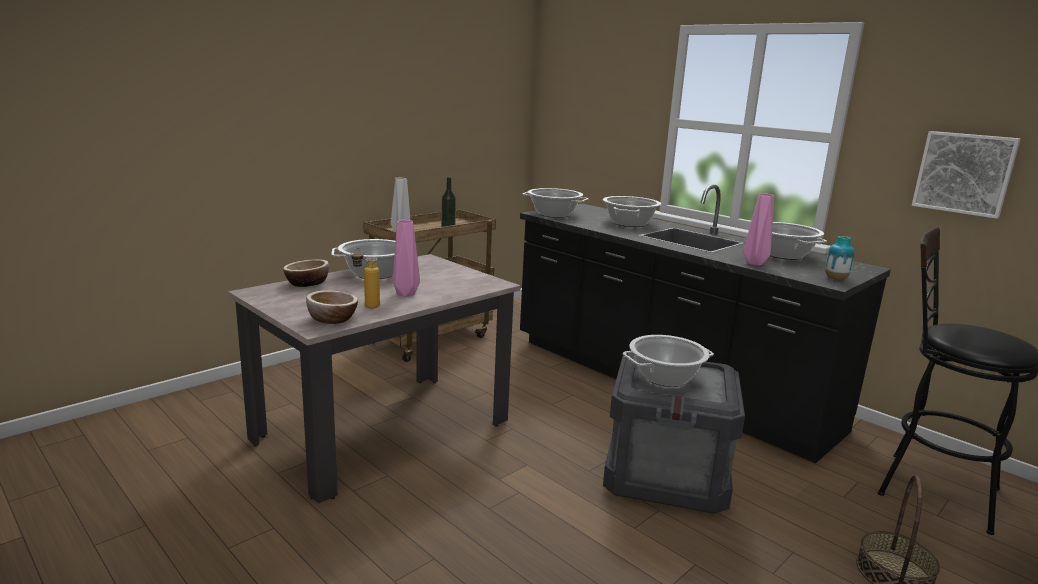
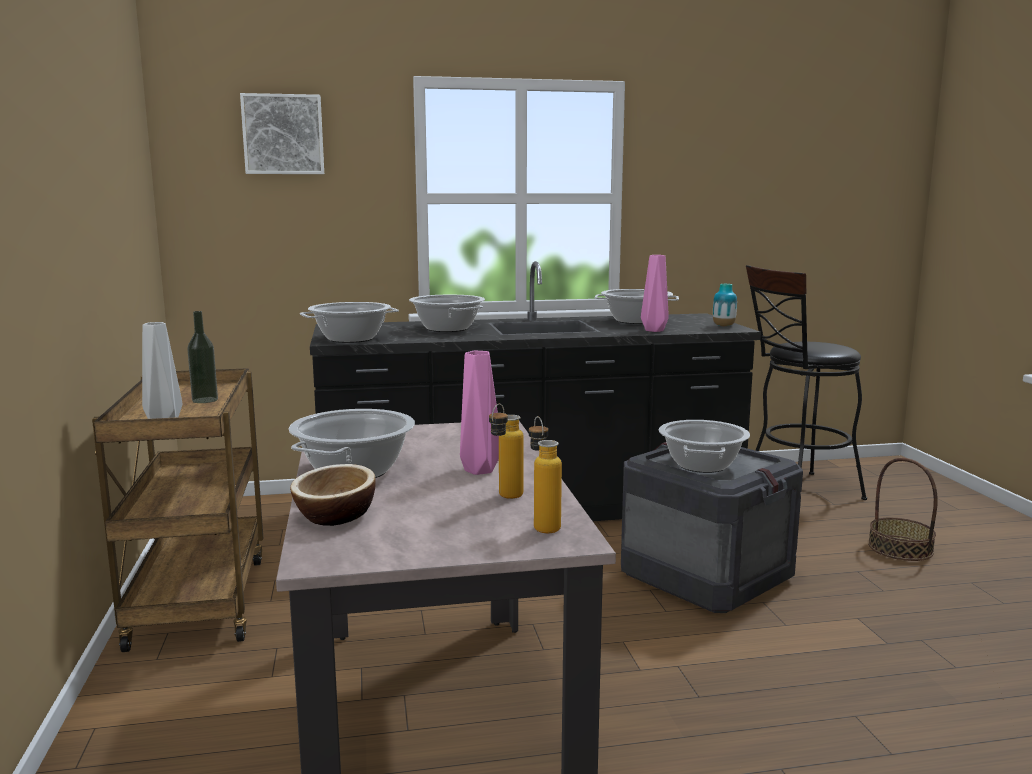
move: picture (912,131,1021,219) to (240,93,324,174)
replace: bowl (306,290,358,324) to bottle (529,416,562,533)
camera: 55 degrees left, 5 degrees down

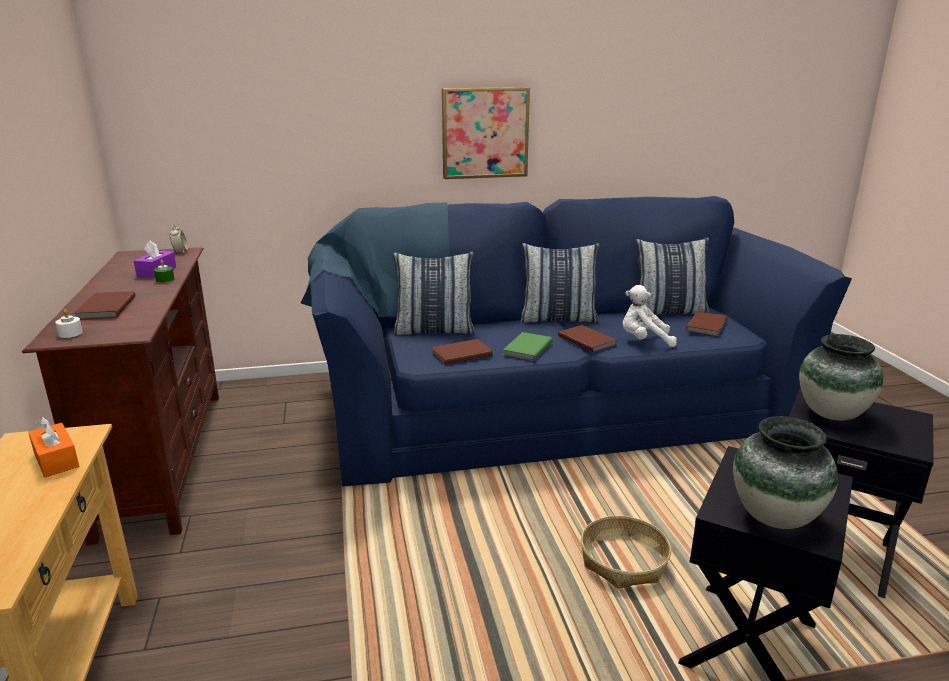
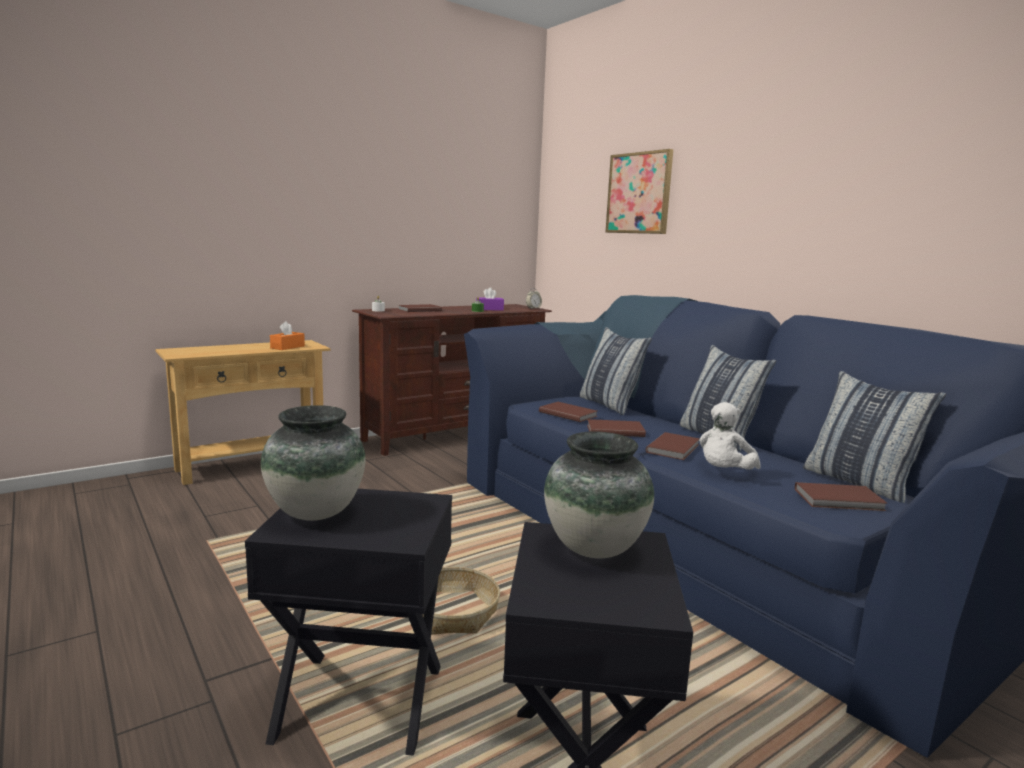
move: picture (442,87,530,179) to (605,149,673,234)
recolor: green book (503,332,553,361) to brown book (587,419,646,437)
rotate: white plush toy (623,285,677,347) = (699,402,761,470) 120 degrees counterclockwise
camera: 65 degrees right, 10 degrees down

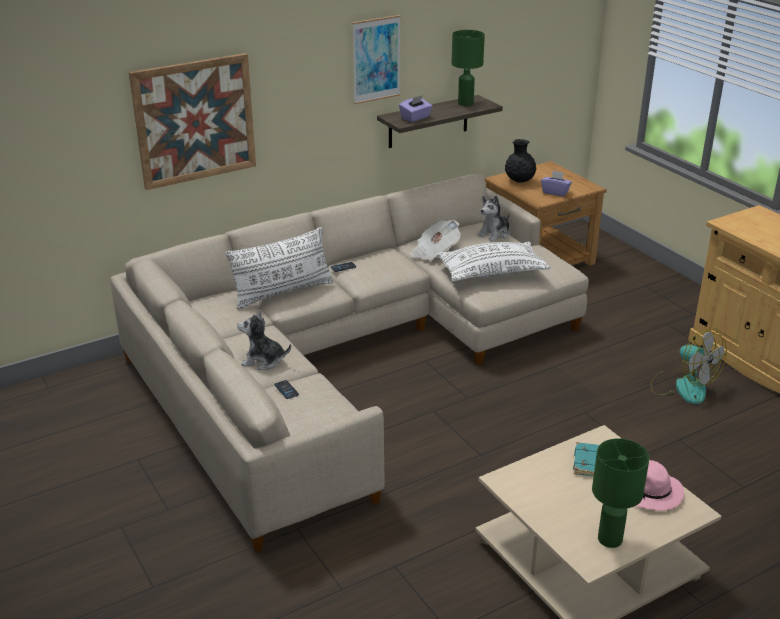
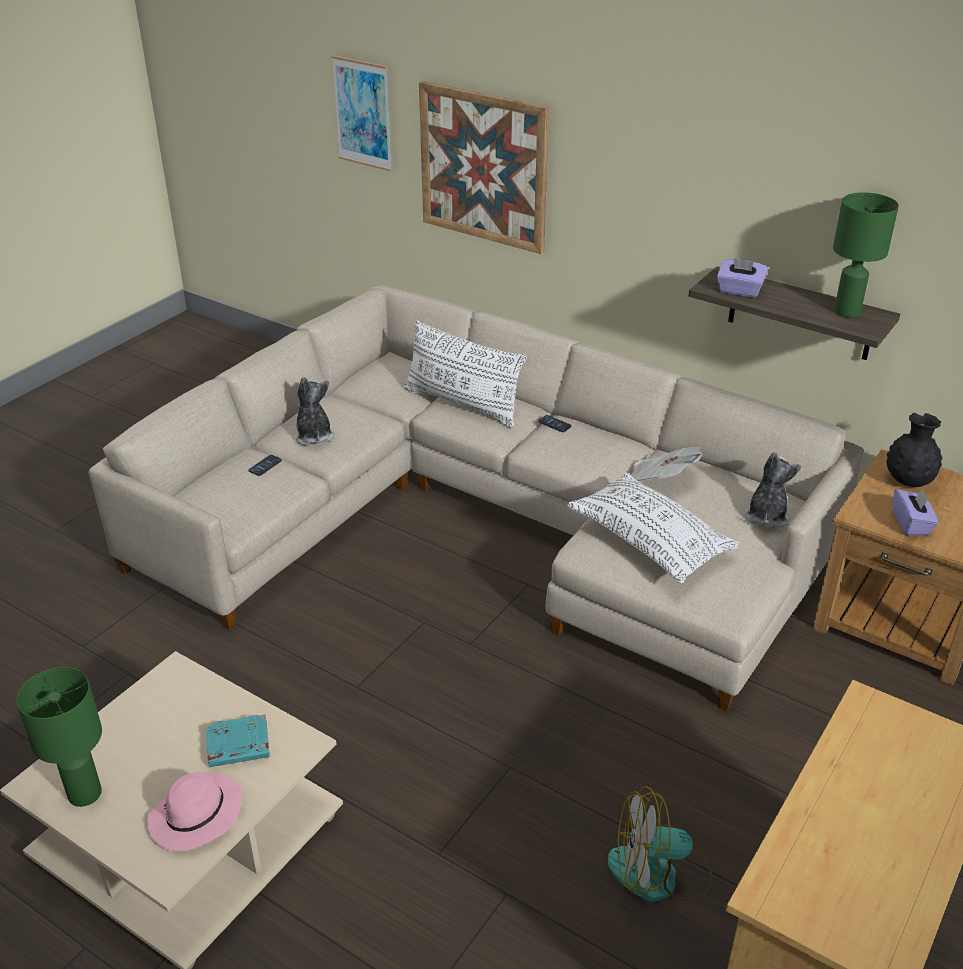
move: picture (352,15,401,104) to (331,55,392,171)
rotate: plush toy (477,195,510,241) = (744,452,801,528) 90 degrees clockwise; fan (650,329,727,404) = (608,786,713,902) 60 degrees clockwise
camera: 65 degrees right, 5 degrees up

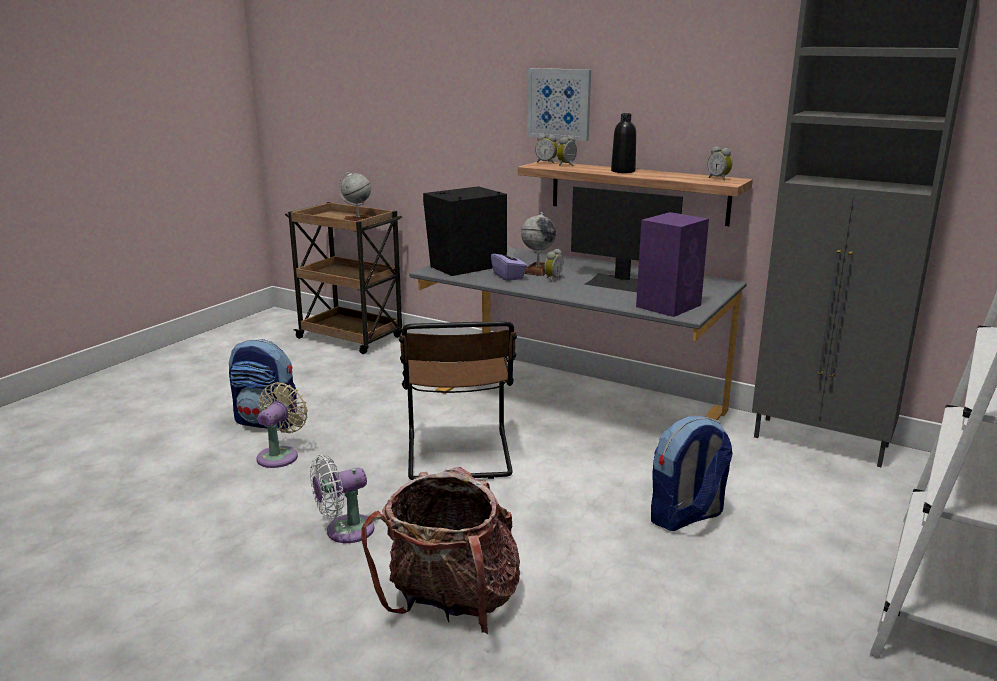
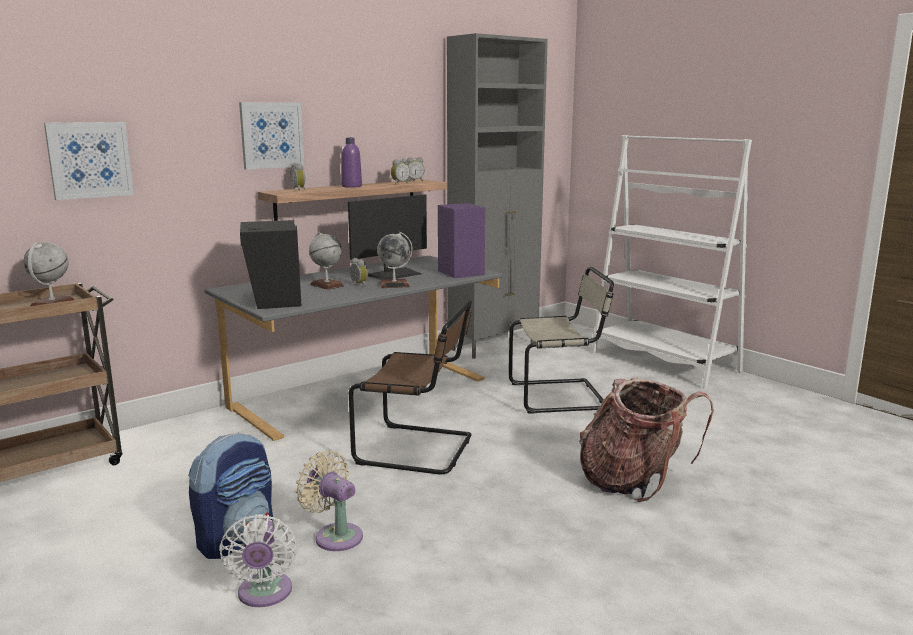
delete: purple tissue box (491,246,527,281)
insert: picture (44,122,134,200); globe (377,232,413,288)
move: white fan (310,455,374,543) to (219,514,297,607); alarm clock (535,134,558,164) to (391,159,410,184)
replace: backpack (651,416,733,531) to beige chair (509,267,614,413)
recolor: black bottle (611,113,636,173) to purple bottle (341,138,362,188)
camera: 70 degrees left, 5 degrees down

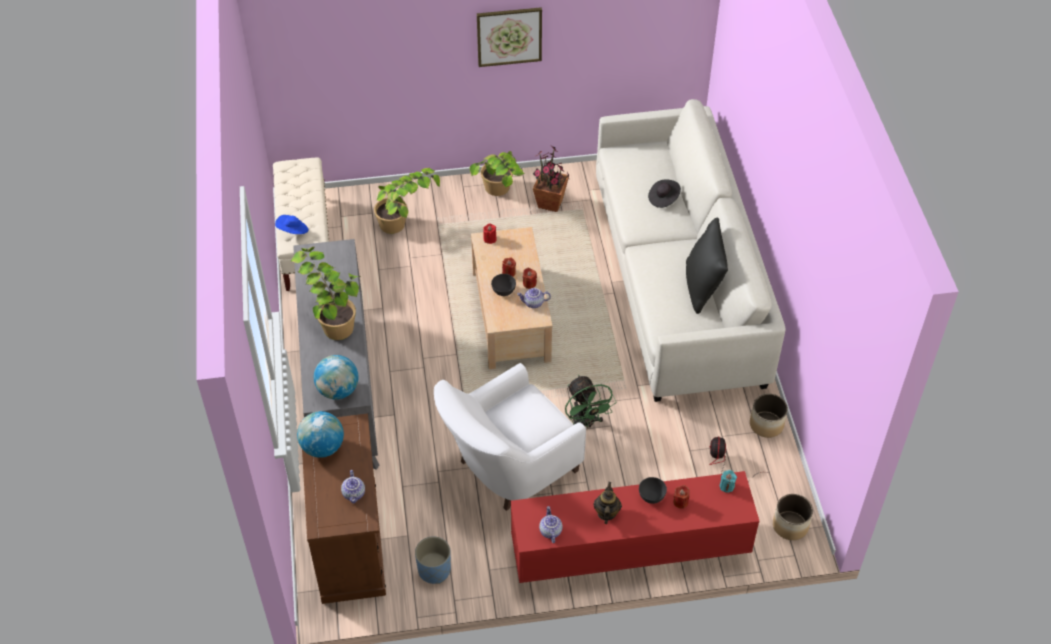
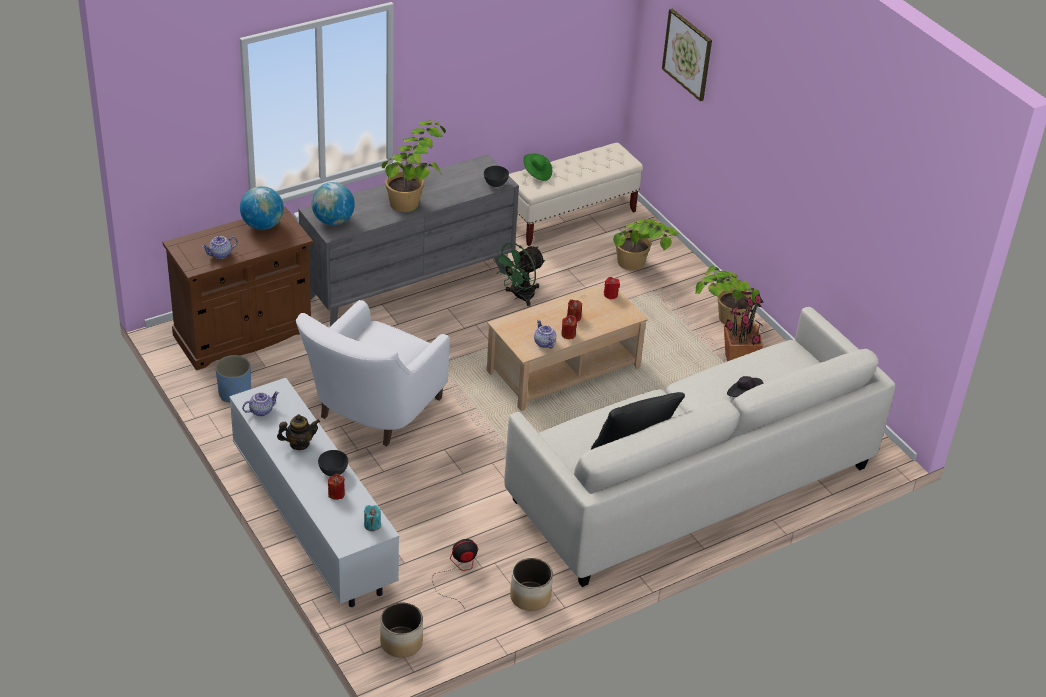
move: picture (477,7,542,67) to (662,9,712,101); grey bowl (491,274,516,296) to (484,166,509,187); green fan (565,375,616,428) to (493,242,545,307)
recolor: blue hat (275,215,309,234) to green hat (523,154,552,181); red tv stand (511,471,760,583) to white tv stand (229,378,399,607)
rotate: white armchair (434,363,586,511) = (296,300,450,446) 90 degrees counterclockwise
camera: 65 degrees right, 10 degrees down

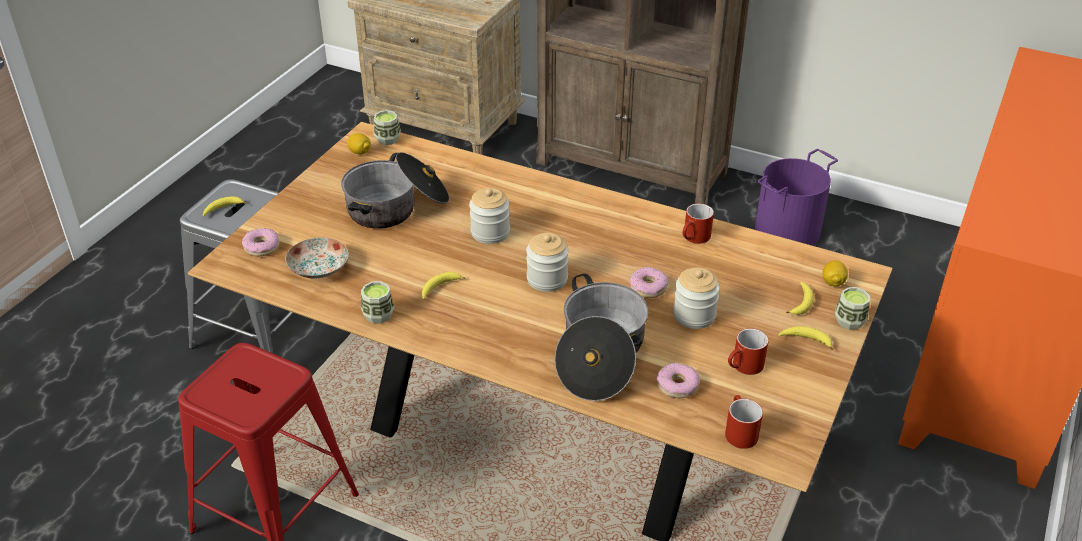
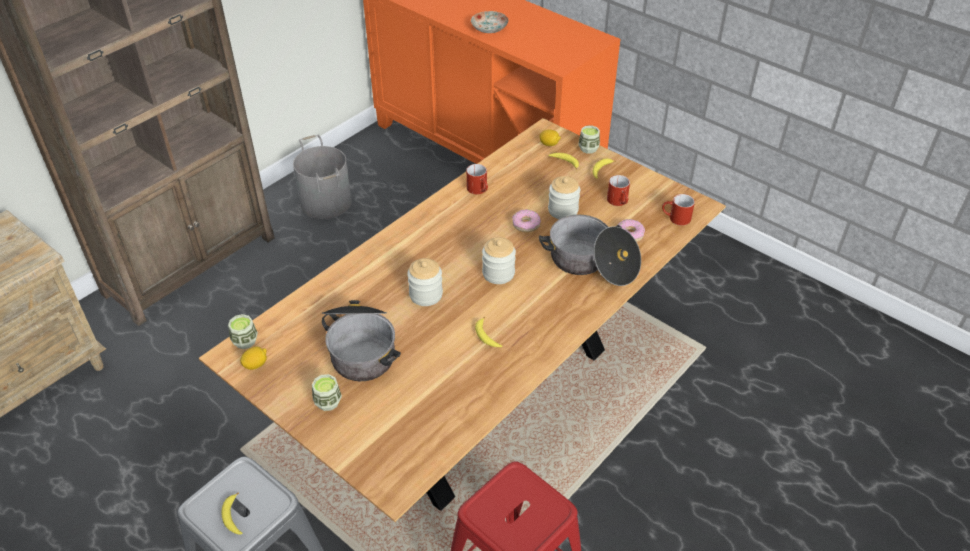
delete: donut (242,228,280,256)
move: plate (286,238,349,279) to (471,11,509,33); cup (361,281,394,324) to (312,374,342,411)
recolor: purple bucket (755,149,838,246) to grey bucket (293,135,352,219)
camera: 75 degrees left, 5 degrees up

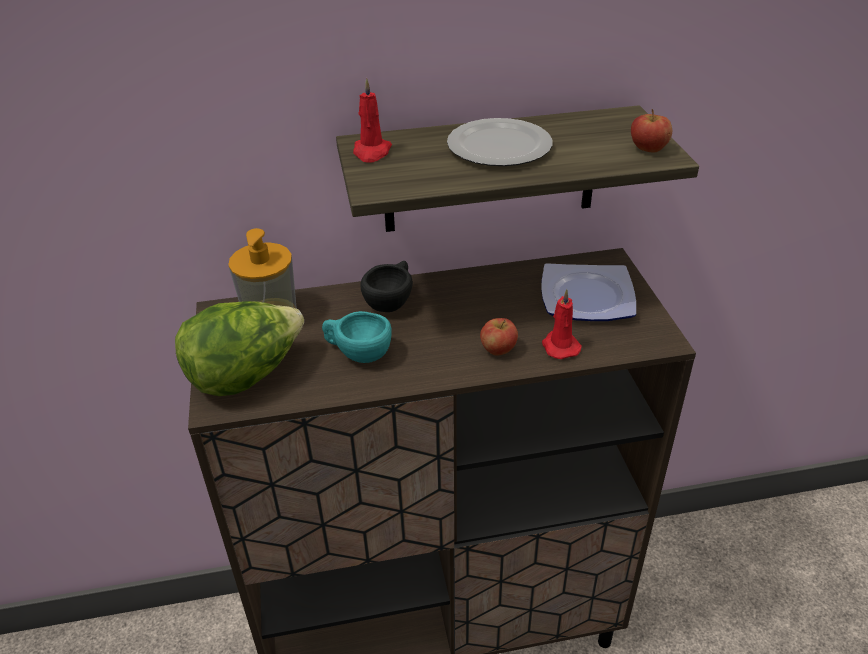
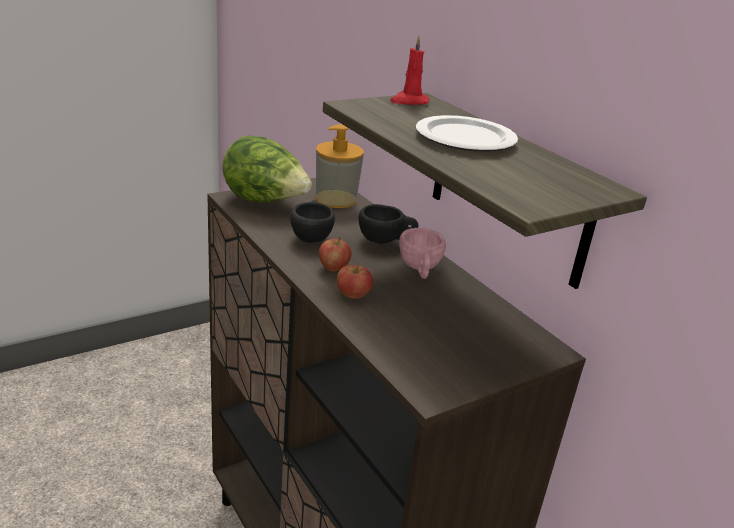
delete: plate (541,263,636,321); red candle (542,289,582,359)
insert: pink cup (399,228,446,279)
move: apple (631,109,672,152) to (319,236,352,272)
recolor: turquoise cup (322,311,392,363) to black cup (290,200,335,243)
camera: 65 degrees right, 10 degrees down

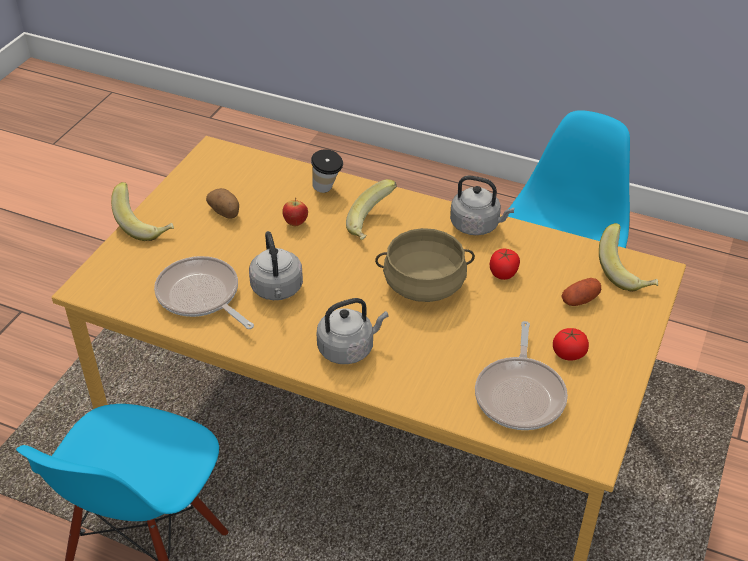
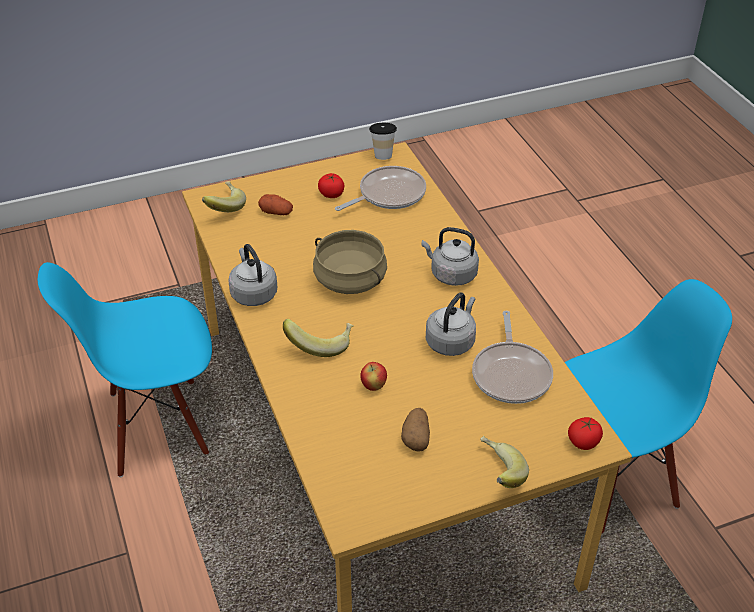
move: cup (311,149,343,193) to (369,123,397,160); tomato (490,248,520,280) to (568,417,603,450)
camera: 135 degrees left, 0 degrees up

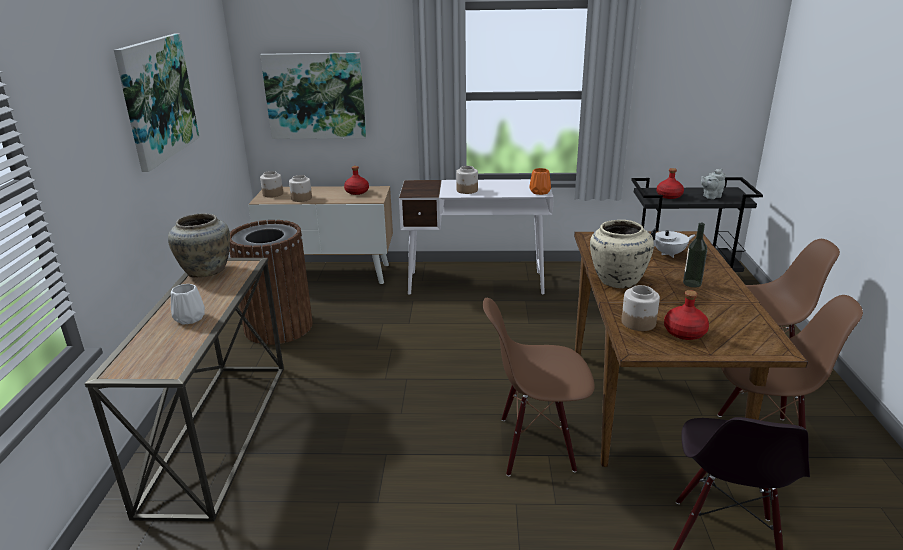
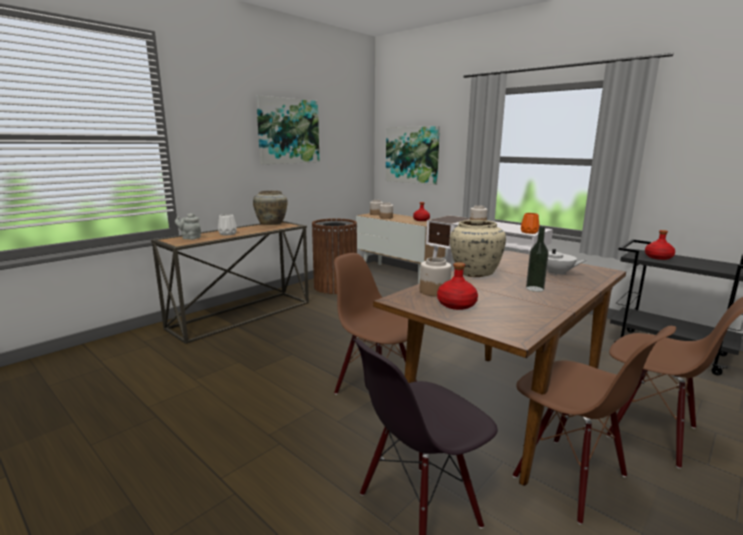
move: grey teapot (701,169,726,199) to (175,213,201,240)
camera: 40 degrees right, 10 degrees down

